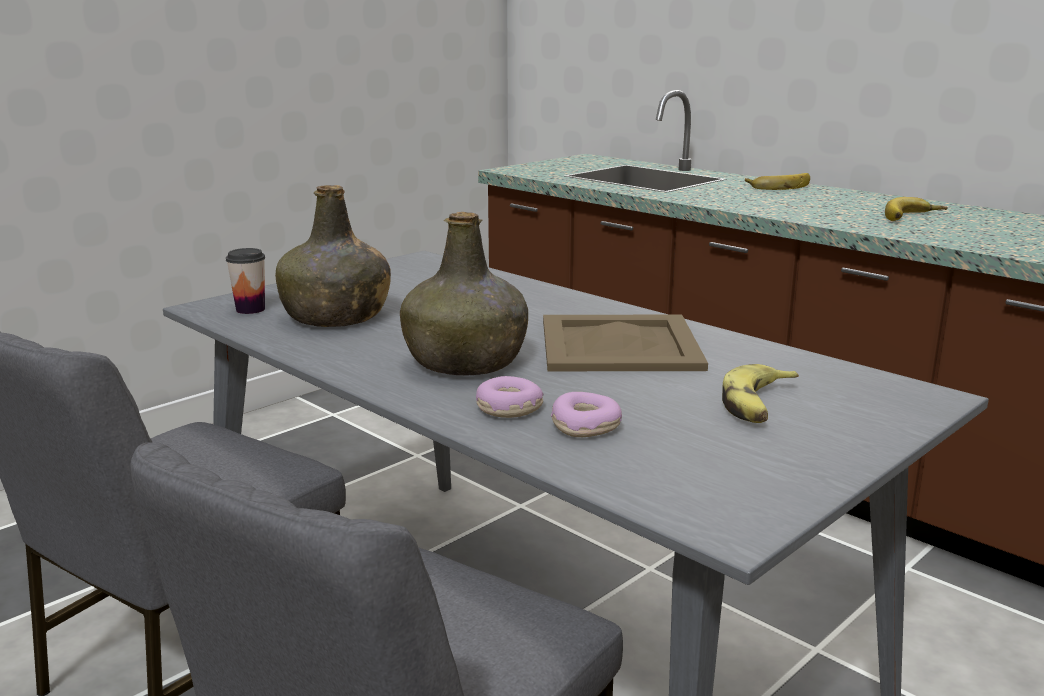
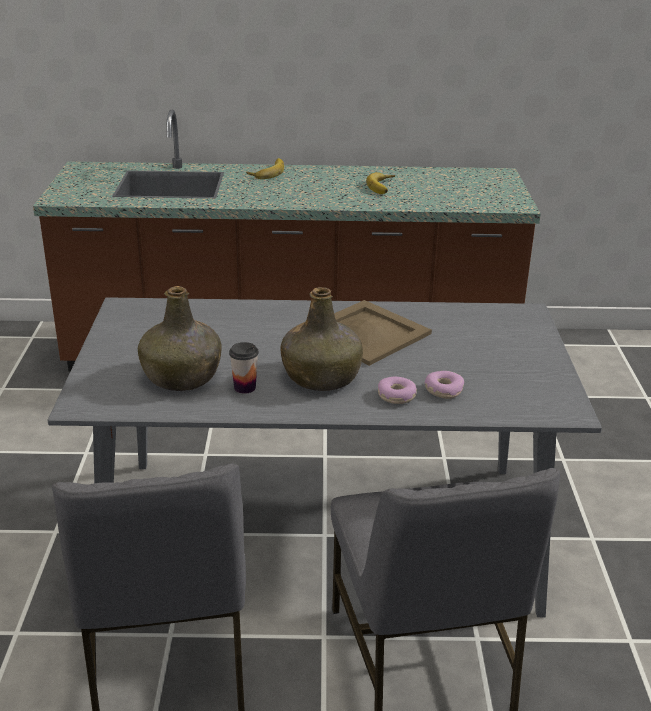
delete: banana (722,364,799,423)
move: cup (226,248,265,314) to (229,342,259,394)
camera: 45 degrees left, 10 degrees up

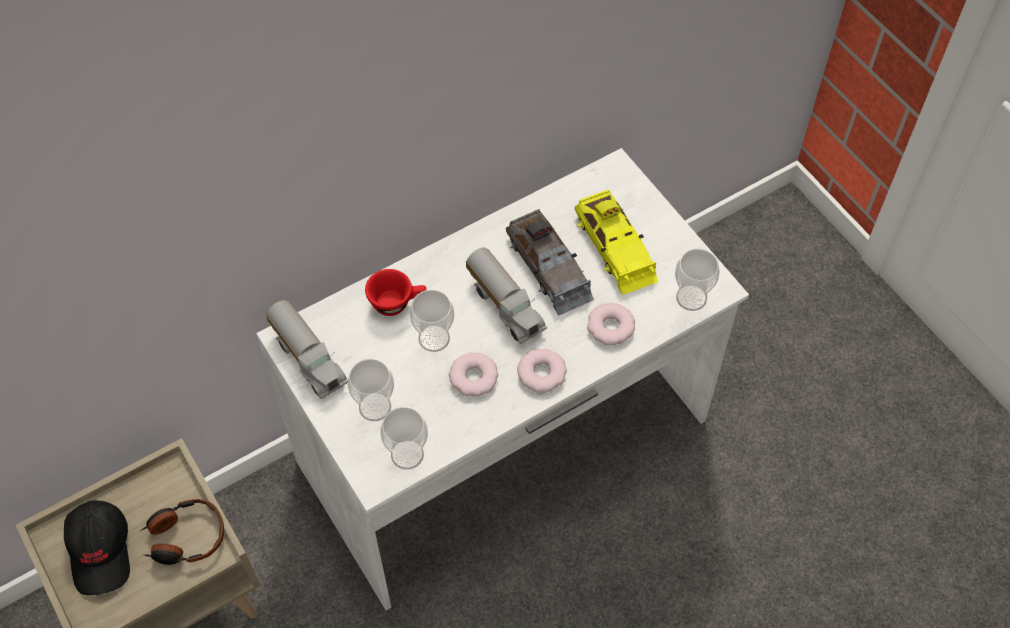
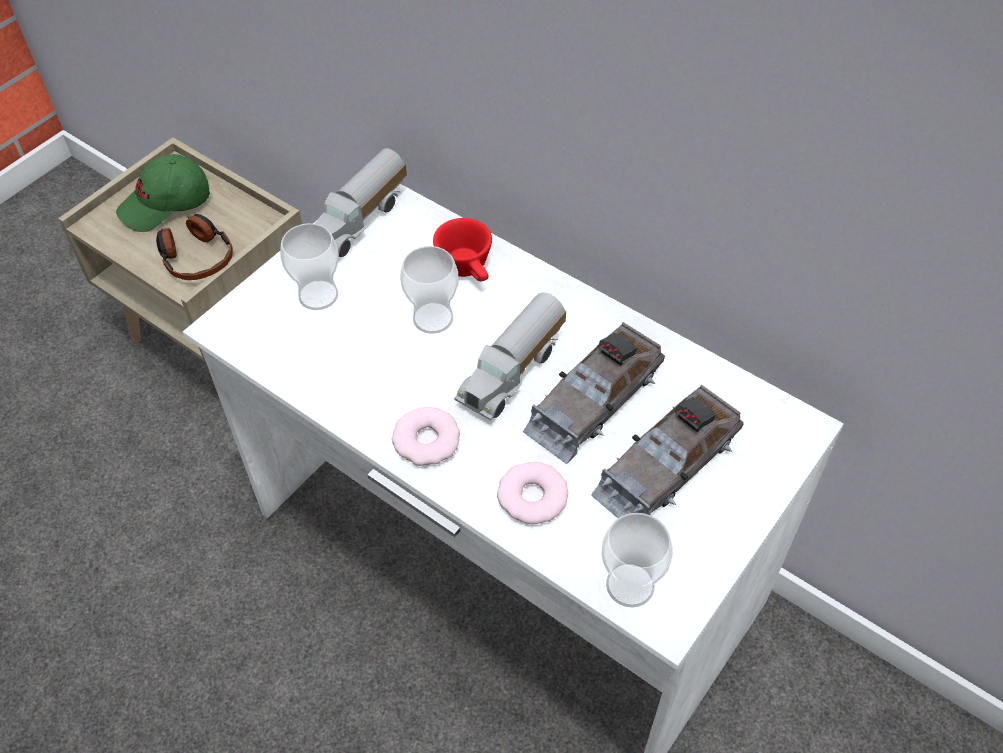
delete: cup (380,407,428,470); donut (449,352,498,397)
recolor: black cap (64,500,130,595) to green cap (116,154,210,232); yellow toy car (575,189,658,295) to grey toy car (591,385,744,518)
camera: 70 degrees right, 5 degrees down

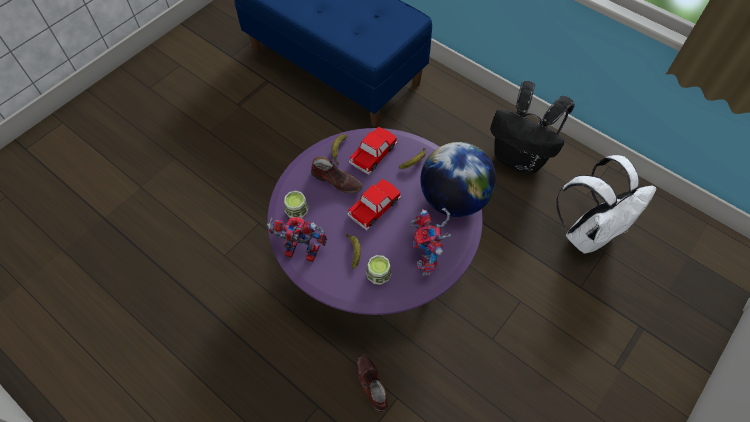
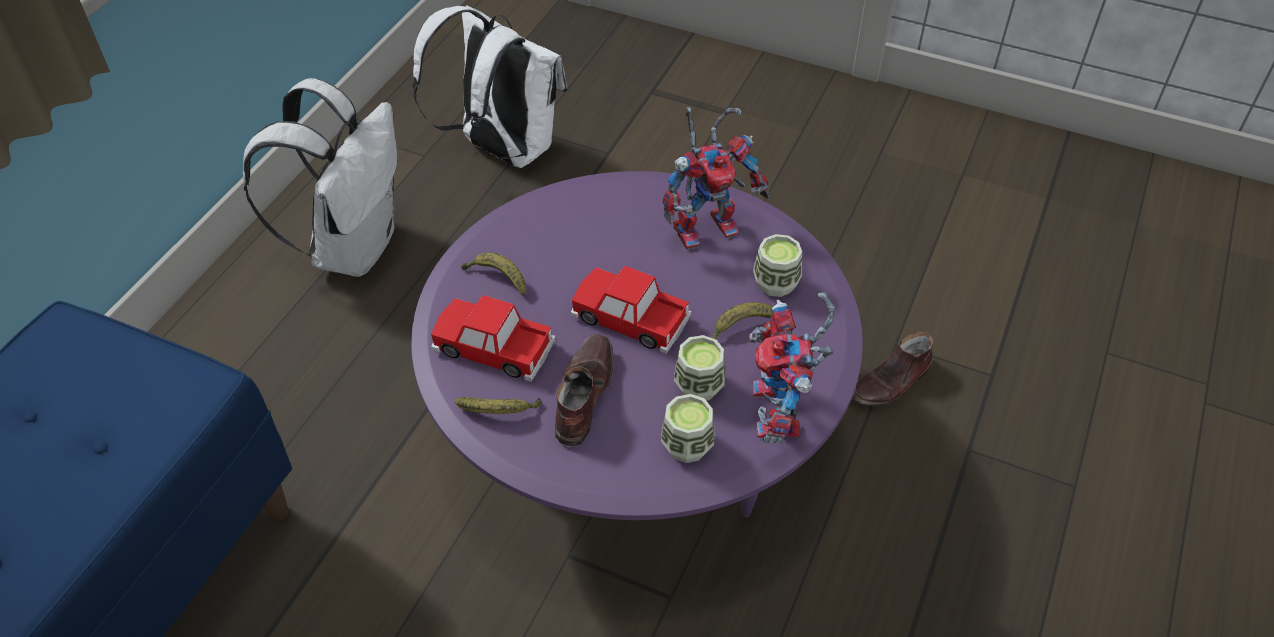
delete: globe (420,142,496,217)
insert: cup (674,335,726,401)
recolor: black backpack (490,81,575,175) to white backpack (243,78,398,277)
camera: 105 degrees left, 10 degrees down

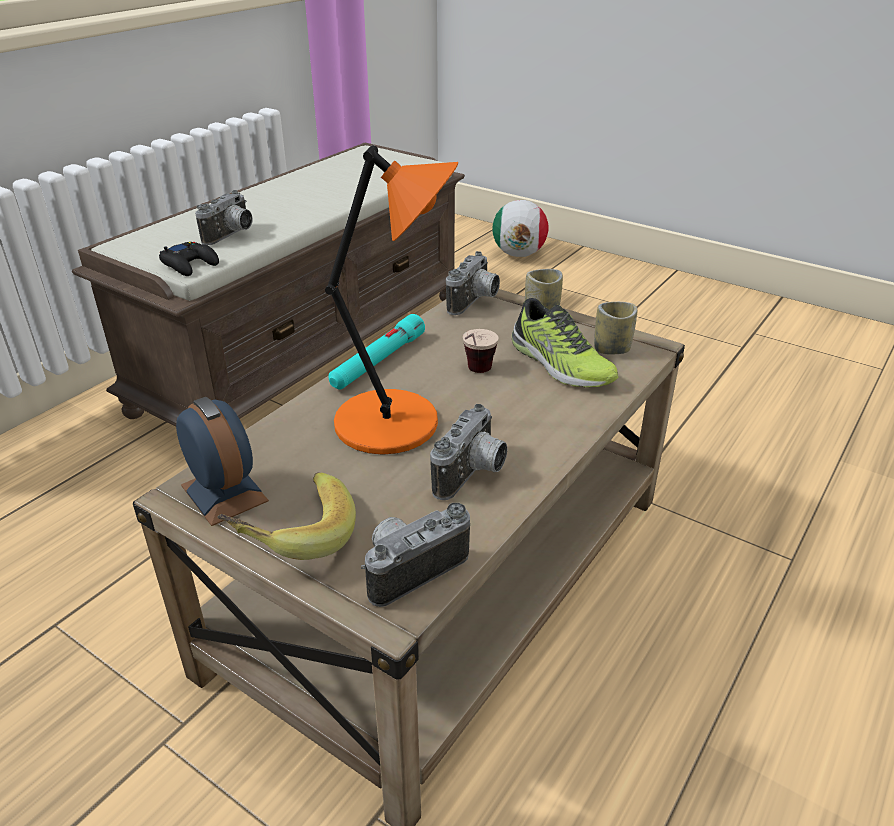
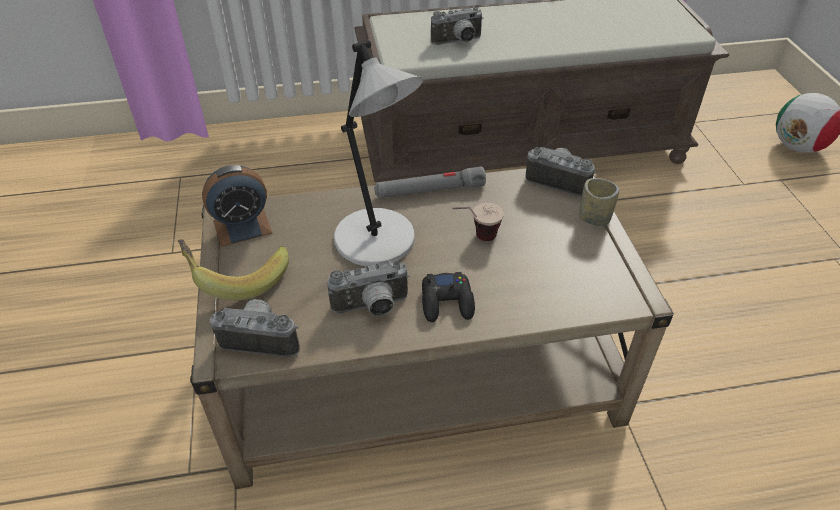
delete: shoe (512,298,618,387); cup (594,302,637,355)
move: black game controller (159,242,219,276) to (422,272,475,322)
recolor: orange table lamp (325,145,458,455) to grey table lamp (334,40,423,266); turquoise flashlight (329,314,425,390) to grey flashlight (374,167,486,198)
rotate: alarm clock (176,397,269,526) = (202,165,273,247) 60 degrees clockwise; photo camera (446,251,500,315) = (525,147,596,197) 135 degrees counterclockwise
camera: 45 degrees right, 10 degrees up

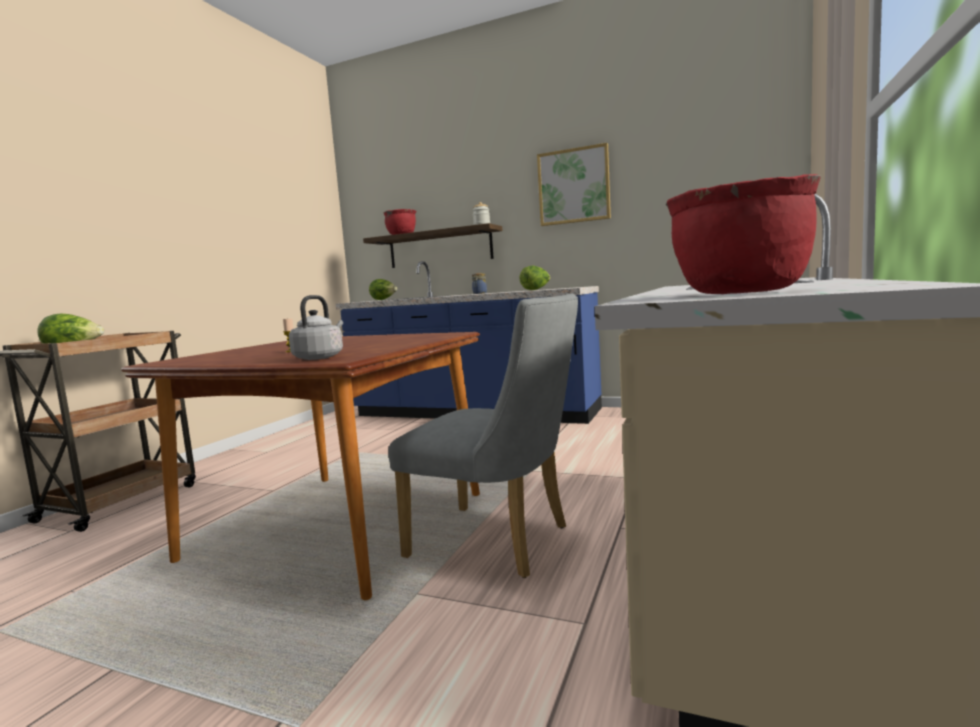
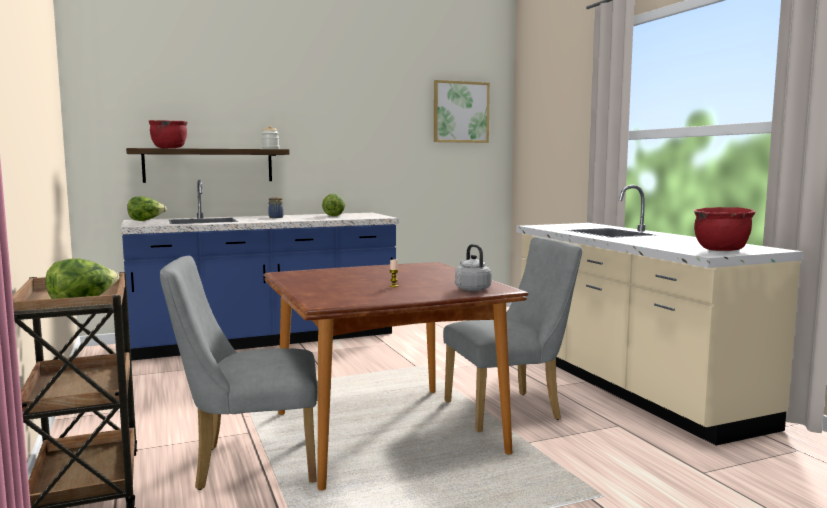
insert: grey chair (160,256,317,490)
move: picture (537,143,611,226) to (434,80,490,143)
camera: 45 degrees left, 0 degrees up

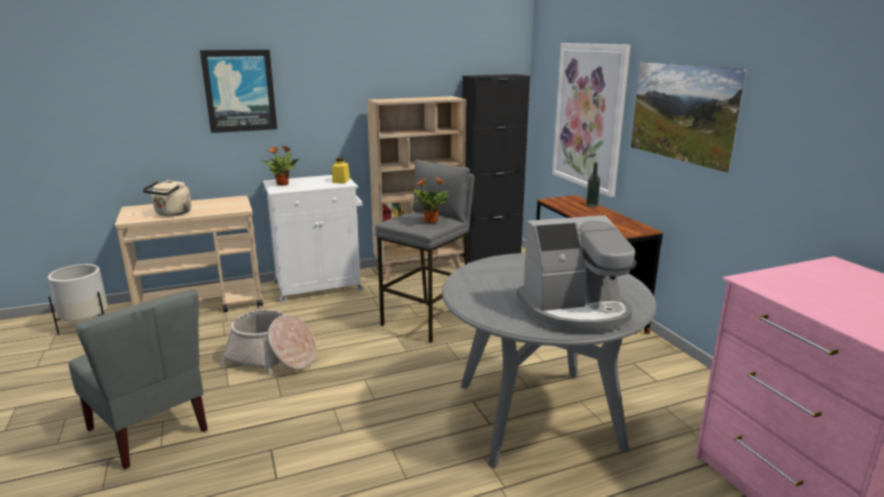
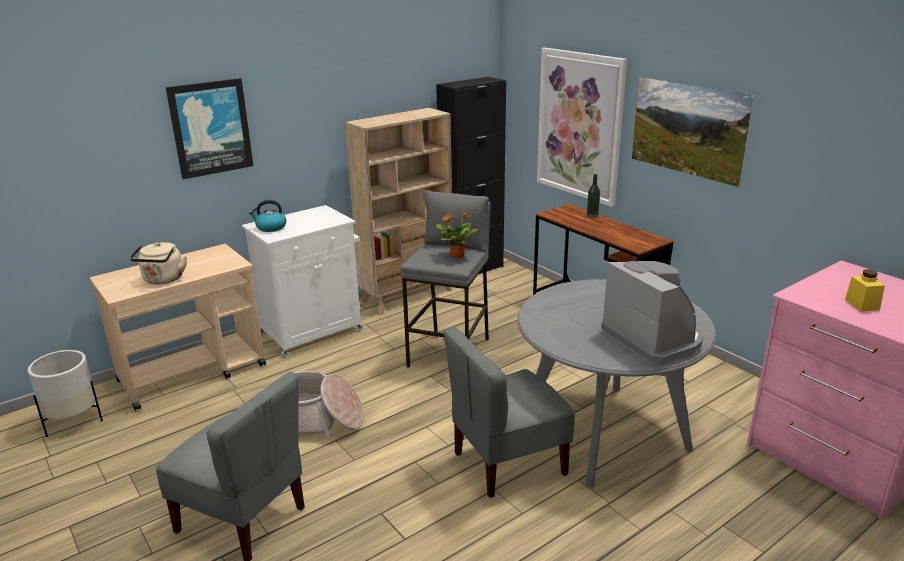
insert: grey chair (444,327,575,498)
move: yellow jar (332,158,350,183) to (845,269,885,312)
replace: potted plant (262,146,300,186) to kettle (249,200,286,232)
rotate: coffee machine (517,215,637,333) = (601,261,704,366) 90 degrees counterclockwise
camera: 15 degrees left, 5 degrees up

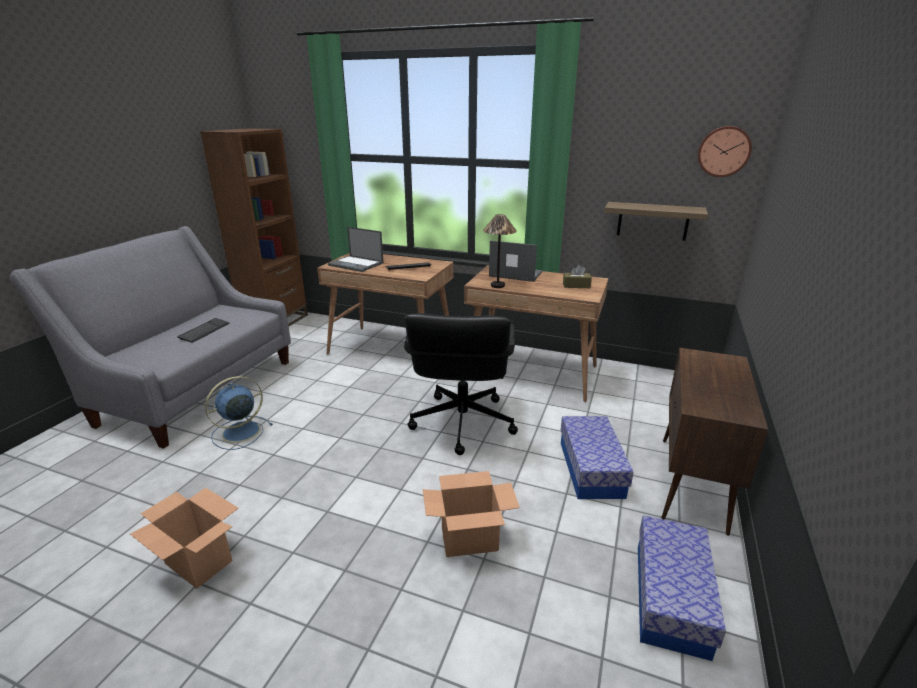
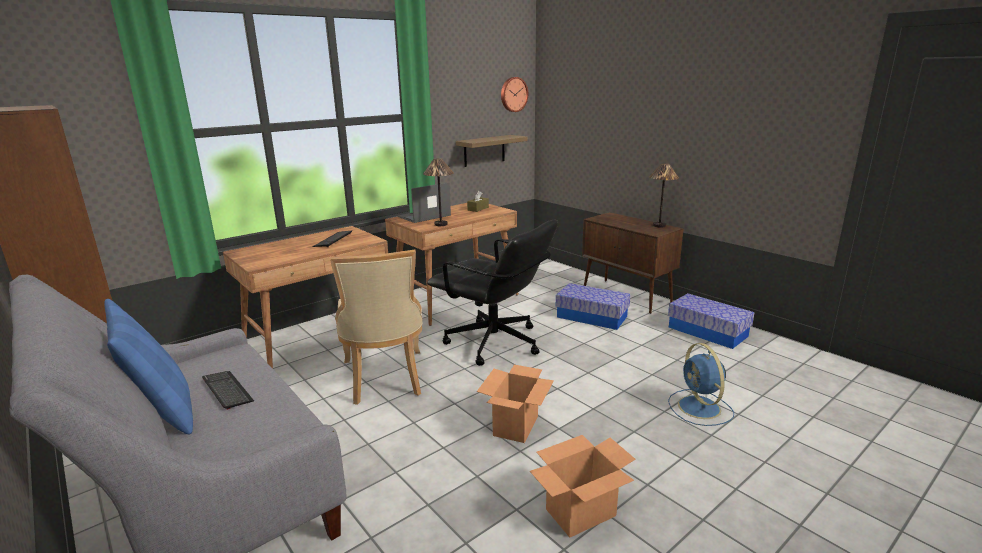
delete: laptop (328,227,384,272)
insert: blue pillow (104,299,193,434); beige chair (330,250,423,405); table lamp (649,163,679,228)
move: blue fan (205,376,272,450) to (668,343,734,426); cardboard box (423,471,520,557) to (477,365,554,443)
camera: 60 degrees left, 5 degrees down

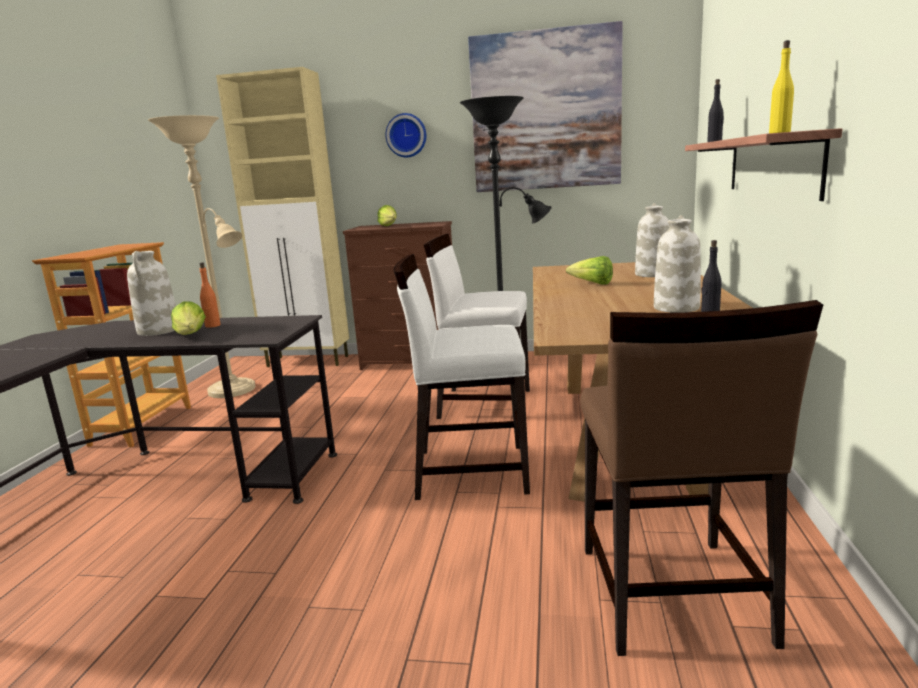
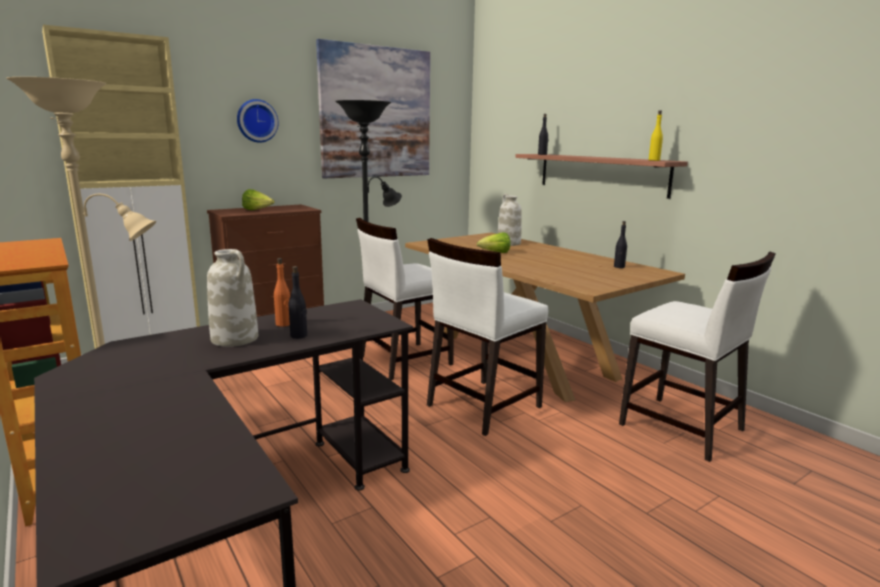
delete: white vase (654,215,701,313)
replace: lettuce (171,301,206,335) to black bottle (289,266,307,339)
recolor: brown chair (580,300,823,656) to white chair (619,251,776,462)
camera: 45 degrees left, 0 degrees up

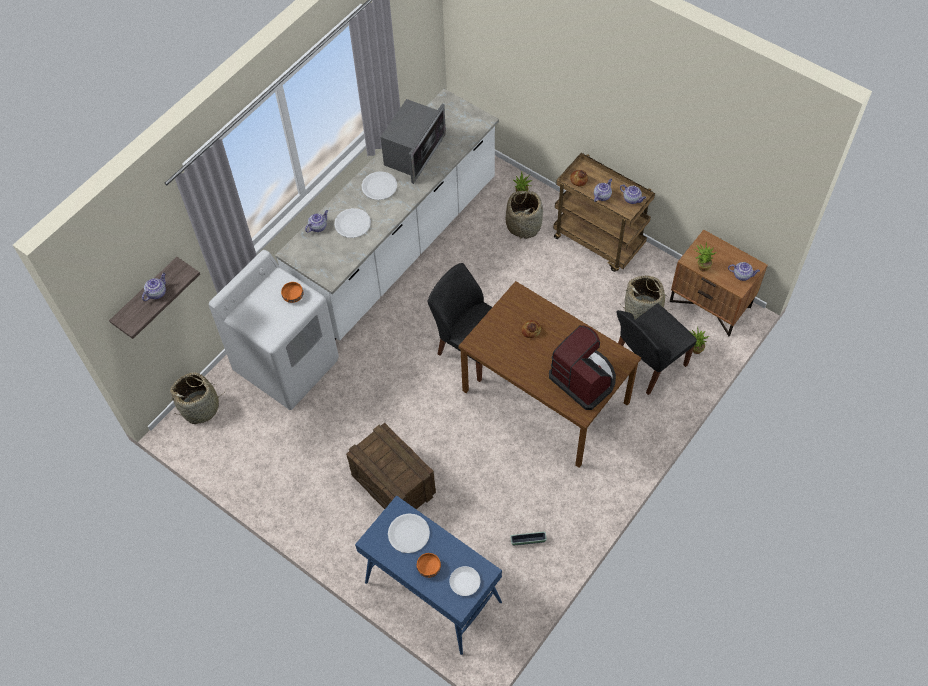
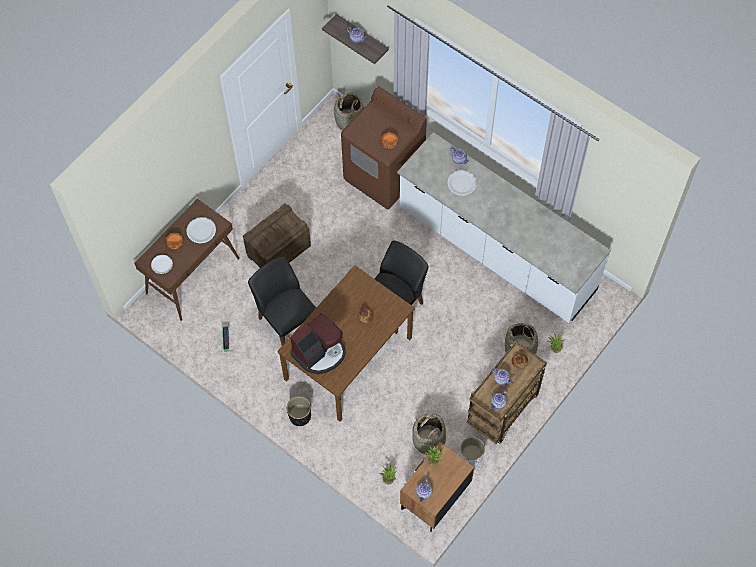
delete: white plate (362,171,397,200); microwave (381,99,446,184)
insert: black planter (287,396,311,426); white planter (460,437,485,466)
move: black chair (616,303,697,395) to (248,257,316,345)
recolor: white washing machine (209,250,339,410) to brown washing machine (341,87,427,210); blue console table (355,495,502,655) to brown console table (134,199,240,321)
camera: 90 degrees right, 5 degrees up

